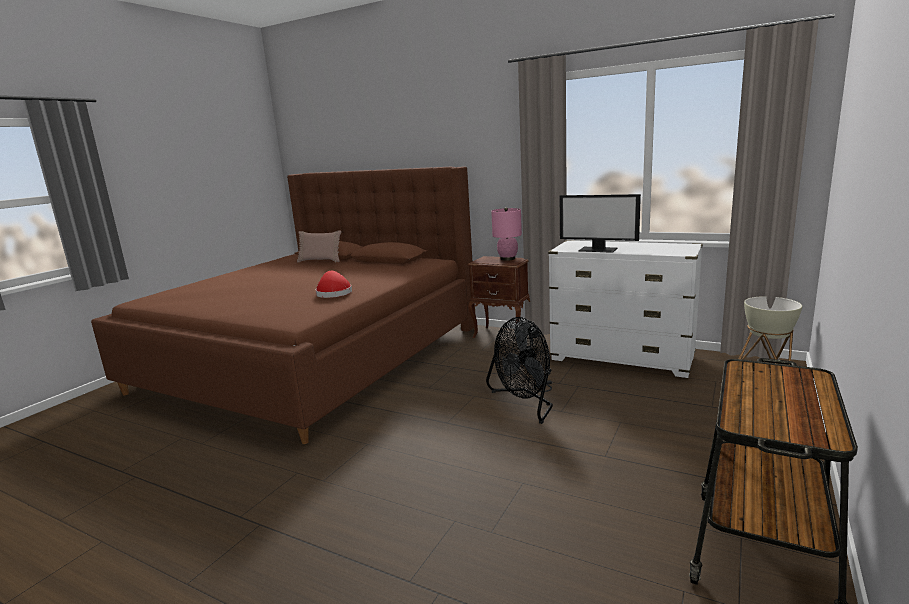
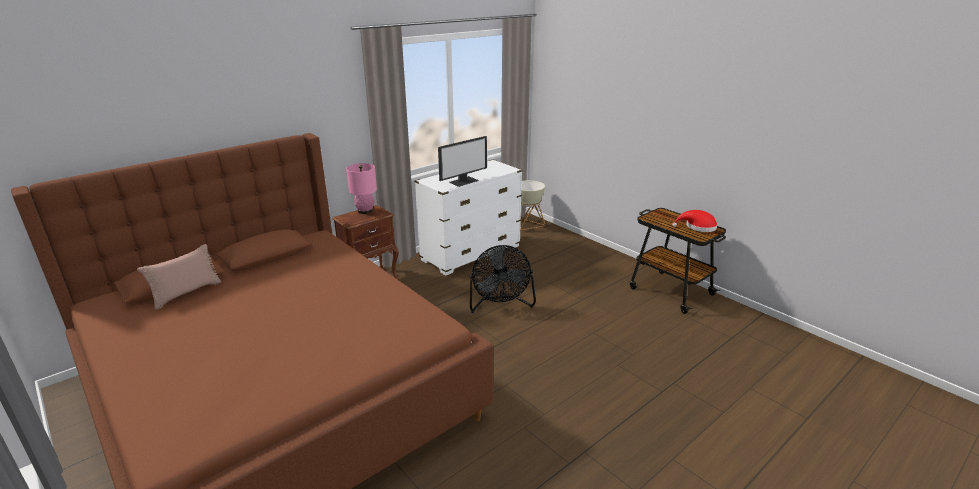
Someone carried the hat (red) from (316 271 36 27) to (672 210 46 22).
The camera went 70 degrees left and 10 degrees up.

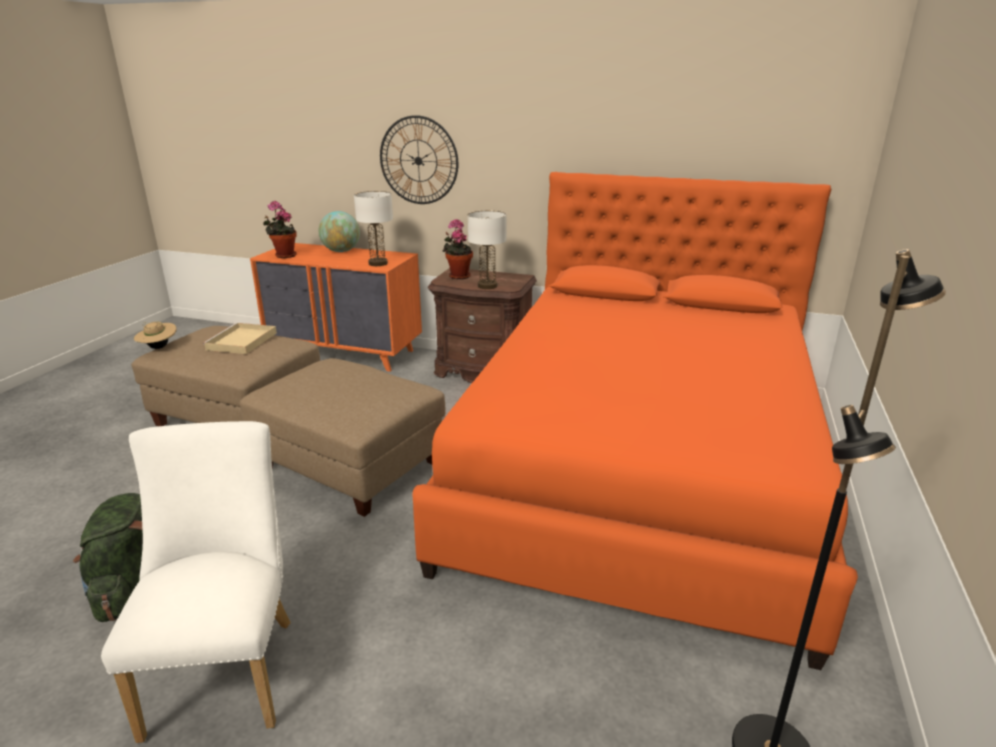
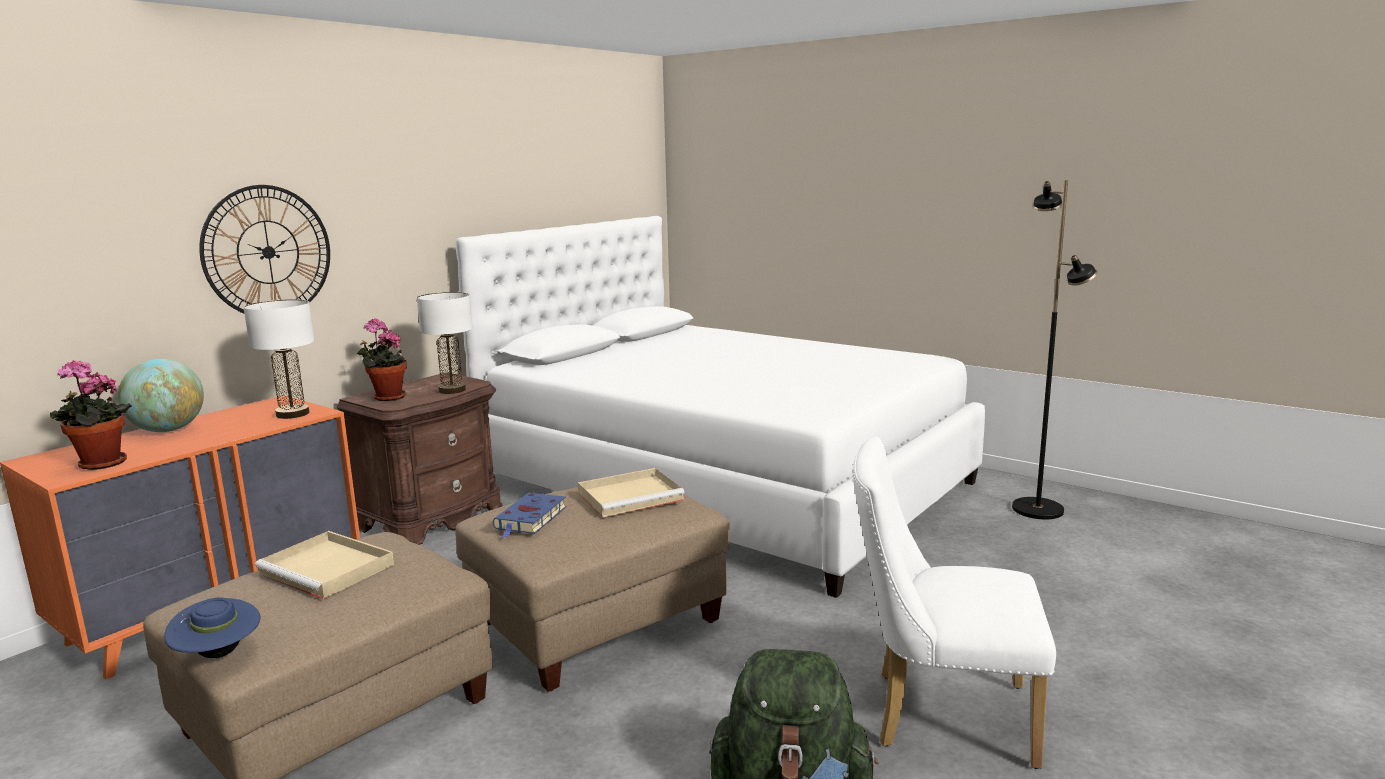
Someone repainted the bed (orange) at (412 172 446 498), which became the bed (white) at (455 216 530 382).
Someone repainted the hat (beige) at (134 322 43 27), which became the hat (blue) at (164 597 97 61).
Someone put down the tray (beige) at (578 468 107 49).
Someone put down the book (blue) at (493 493 73 45).
The camera went 70 degrees left and 10 degrees down.

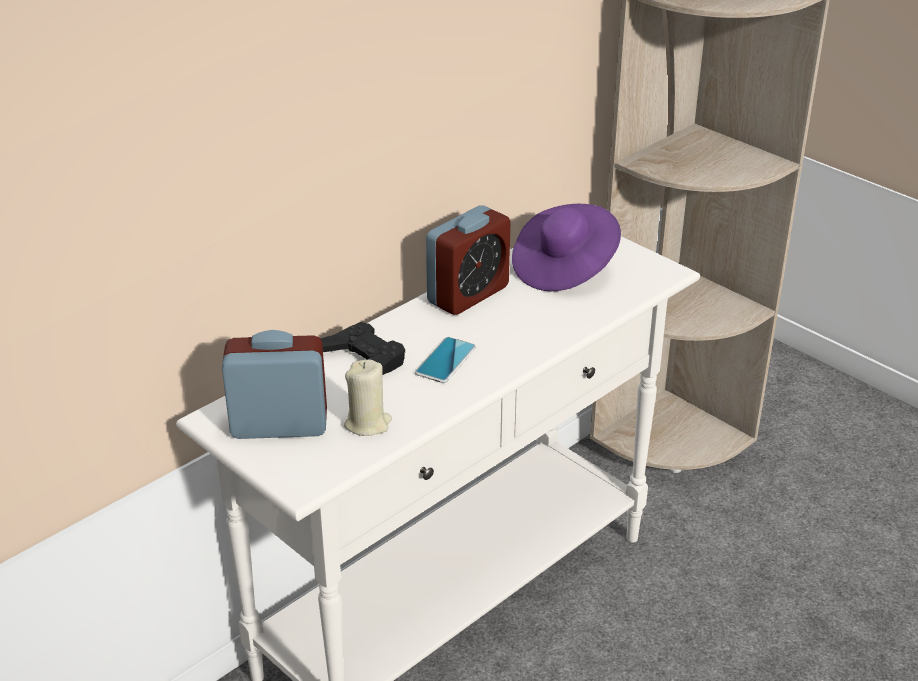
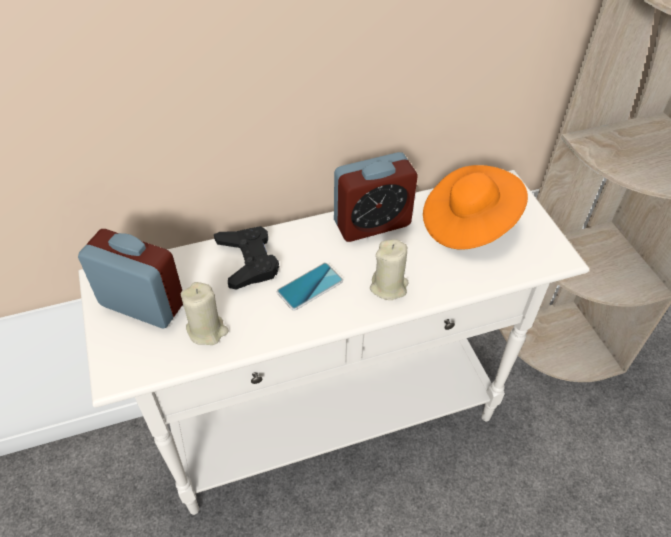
Someone repainted the hat (purple) at (512 204 109 87), which became the hat (orange) at (423 165 105 85).
Someone put down the candle (beige) at (370 239 39 61).
The camera went 25 degrees right and 15 degrees up.

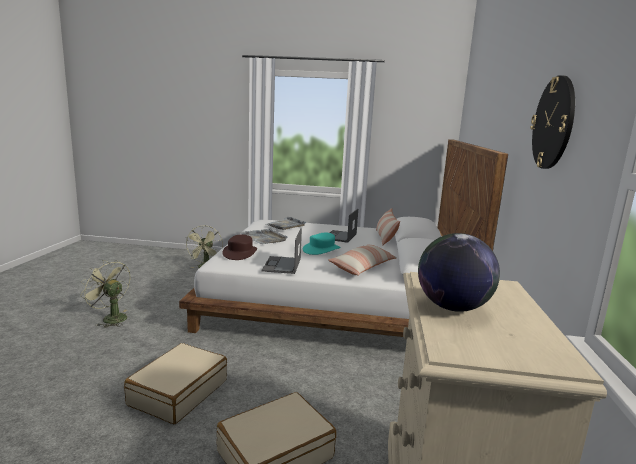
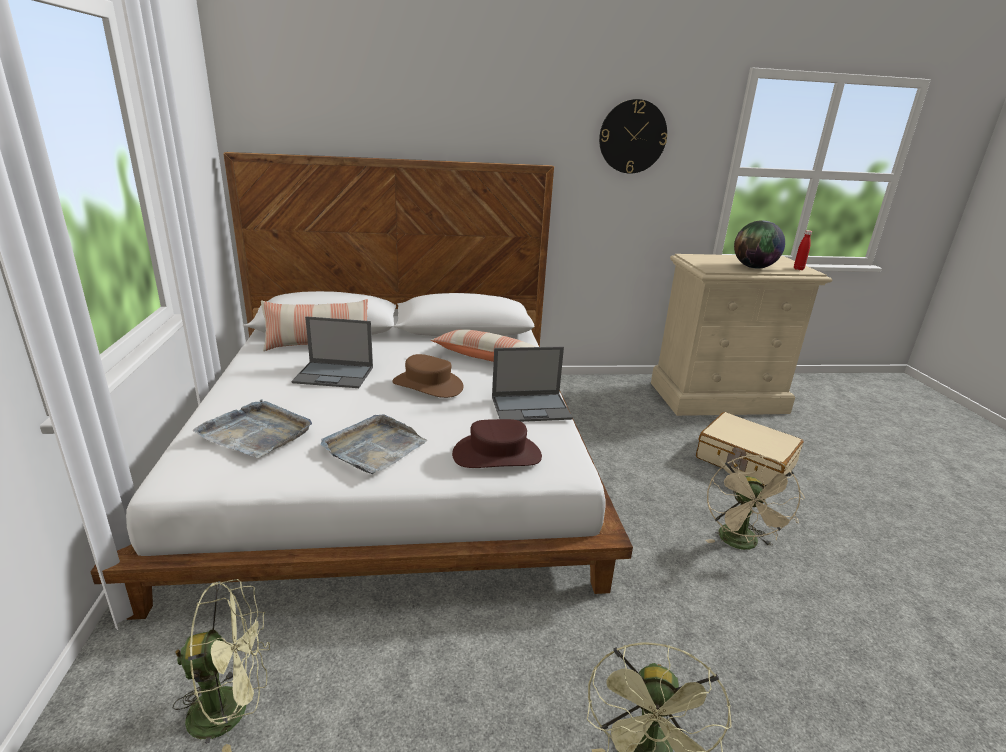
Someone repainted the hat (turquoise) at (303 232 38 23), which became the hat (brown) at (392 354 72 44).
Someone swapped the suitcase (beige) at (124 343 103 81) for the fan (beige) at (706 455 99 95).
Someone put down the bottle (red) at (794 230 18 40).
The camera went 105 degrees left and 10 degrees up.

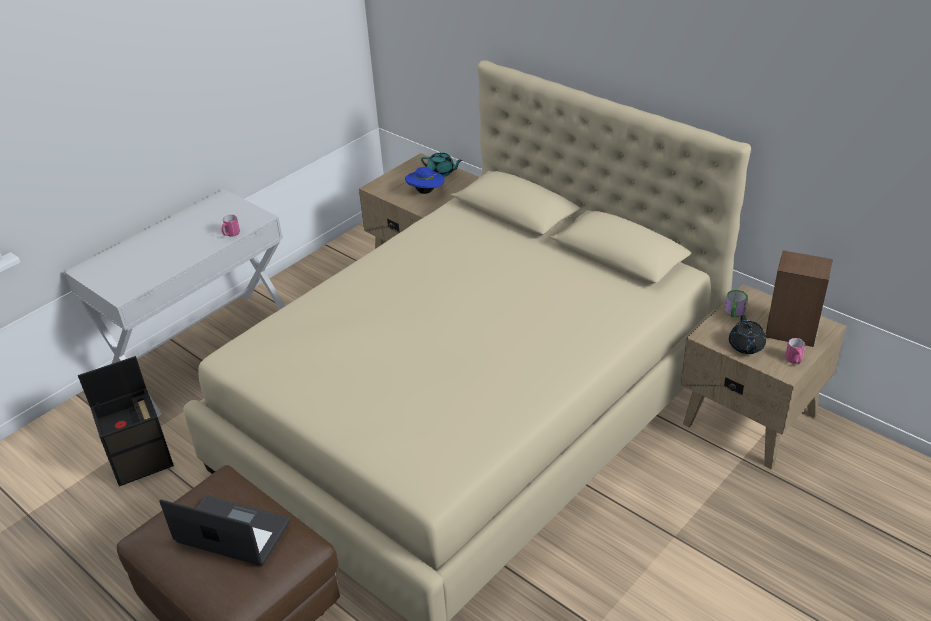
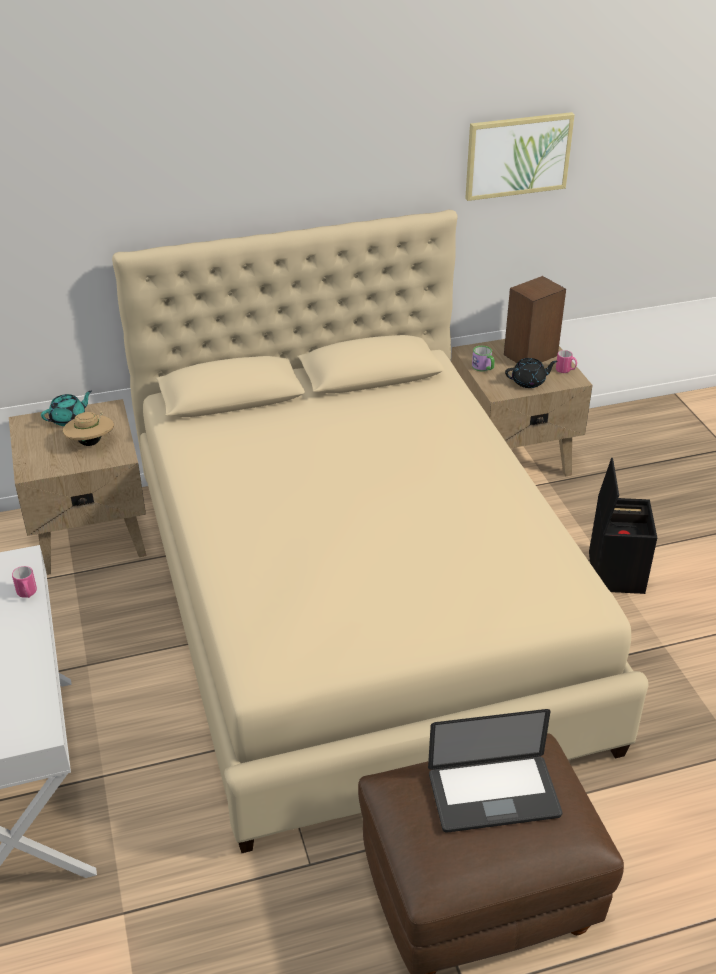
Someone repainted the hat (blue) at (405 167 40 27), which became the hat (beige) at (63 412 51 34).
Someone rotated the teapot (black) at (729 315 37 39) by 45 degrees counterclockwise.
Someone carried the storage box (black) from (78 356 96 130) to (589 458 68 136).
Someone rotated the laptop at (159 496 131 70) by 150 degrees counterclockwise.
Someone put up the picture at (465 112 110 89).
The camera went 60 degrees left and 0 degrees up.

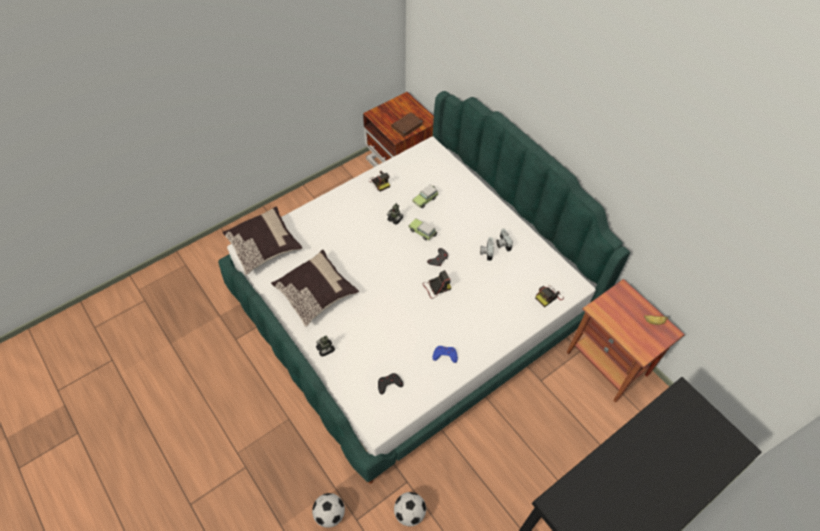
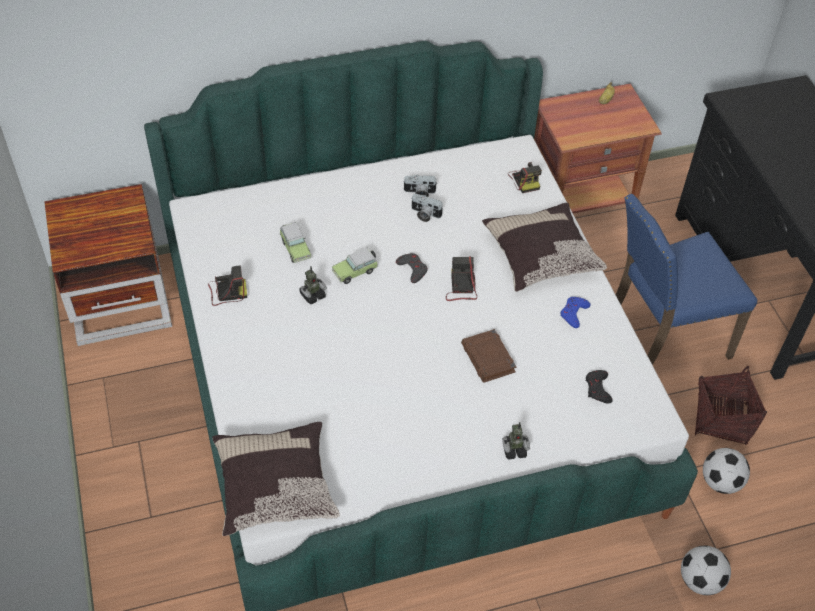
Someone carried the book (brown) from (391 112 32 25) to (461 329 55 54).
Someone carried the pillow from (271 250 88 77) to (482 203 125 89).
Someone put down the chair (blue) at (616 194 141 171).
Someone put down the basket at (695 366 72 79).
The camera went 70 degrees left and 5 degrees down.

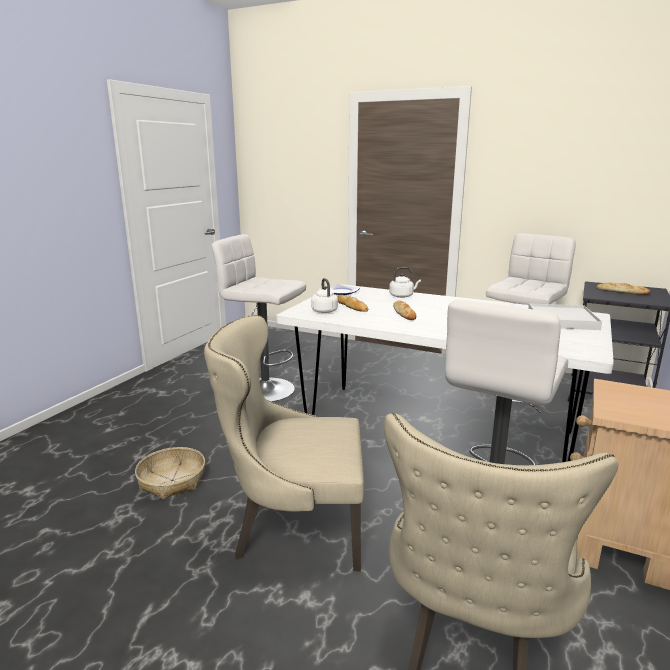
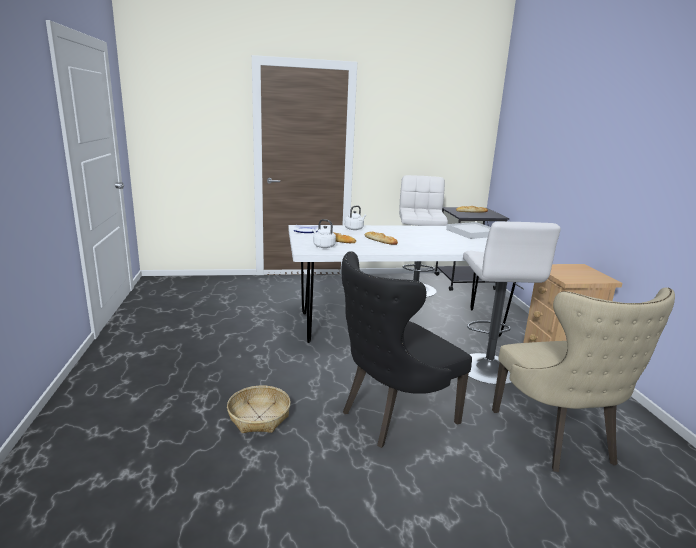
Someone took away the stool (white) at (212 234 94 168).
Someone repainted the chair (beige) at (204 315 161 256), which became the chair (black) at (341 251 131 197).
The camera went 35 degrees left and 0 degrees up.

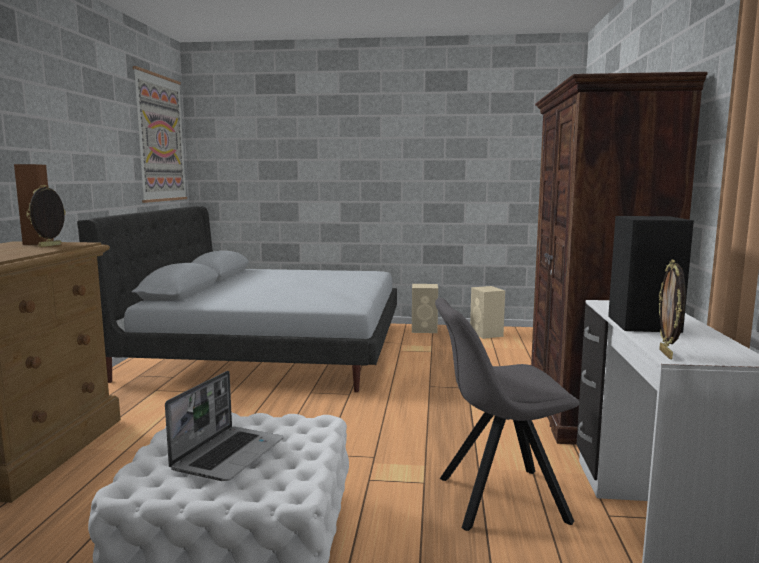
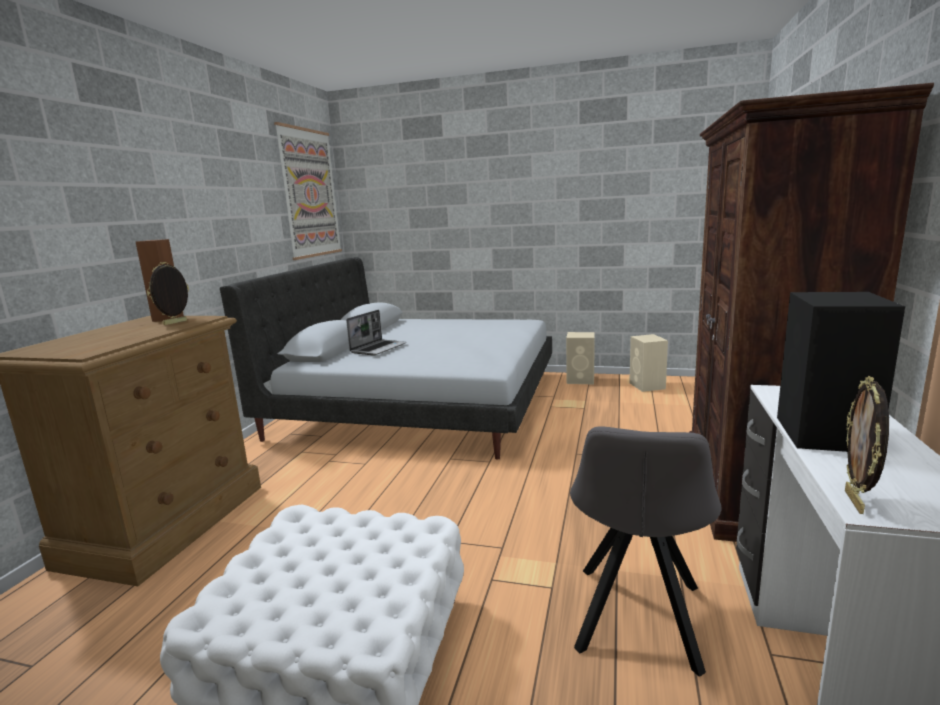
Someone rotated the chair (grey) at (435 298 144 233) by 75 degrees counterclockwise.
Someone carried the laptop from (165 371 119 110) to (346 310 61 46).
The camera went 10 degrees right and 5 degrees up.

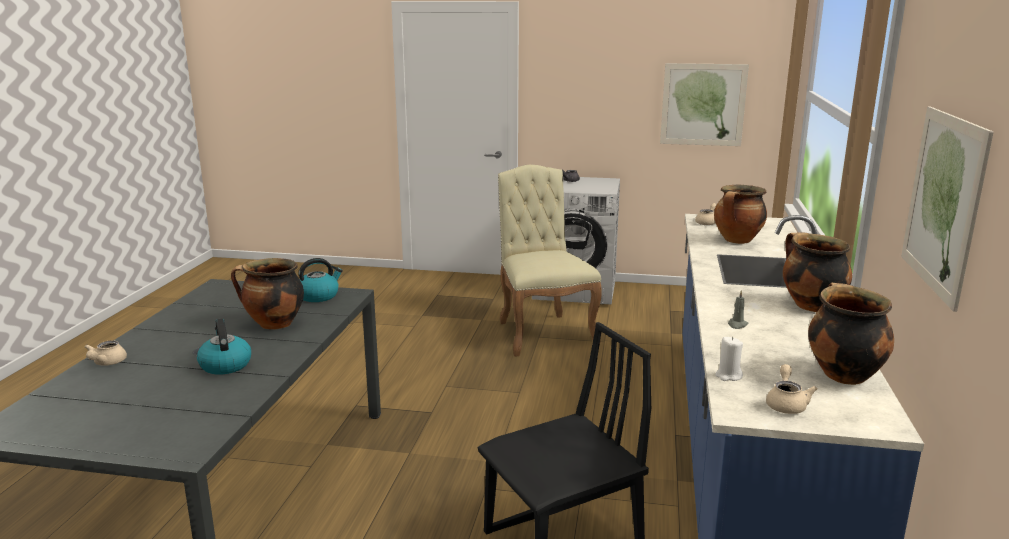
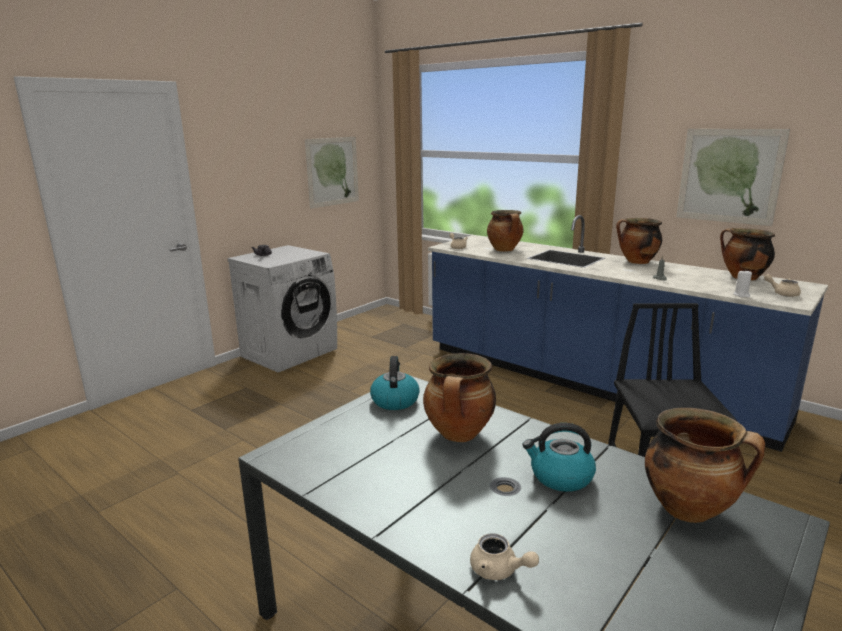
Someone took away the chair (beige) at (498 165 104 192).
Someone put down the cooking pot at (645 408 120 115).
The camera went 60 degrees left and 0 degrees up.

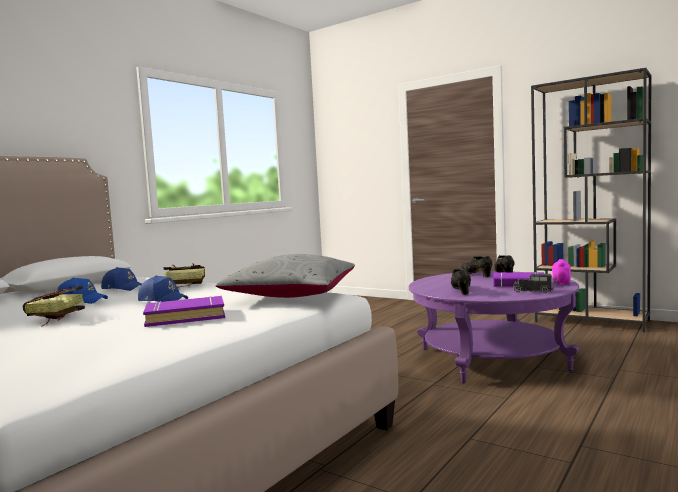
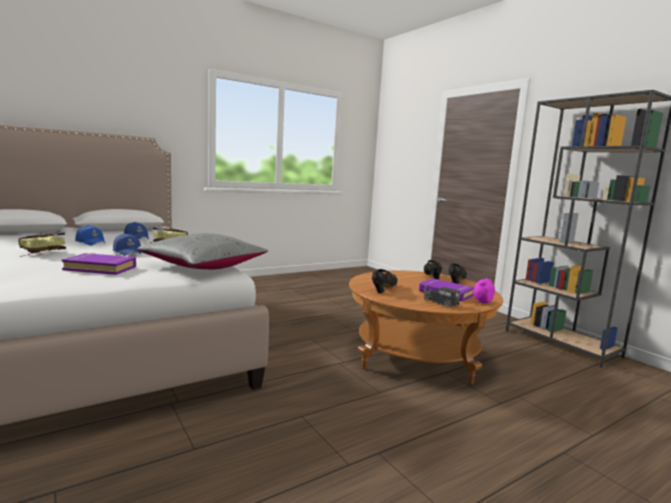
Someone repainted the coffee table (purple) at (409 271 170 112), which became the coffee table (brown) at (349 270 154 115).
The camera went 20 degrees right and 5 degrees up.

